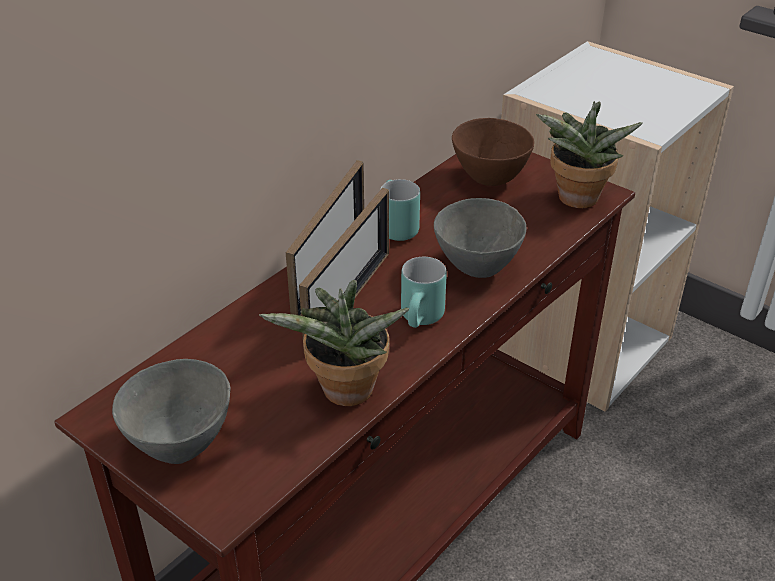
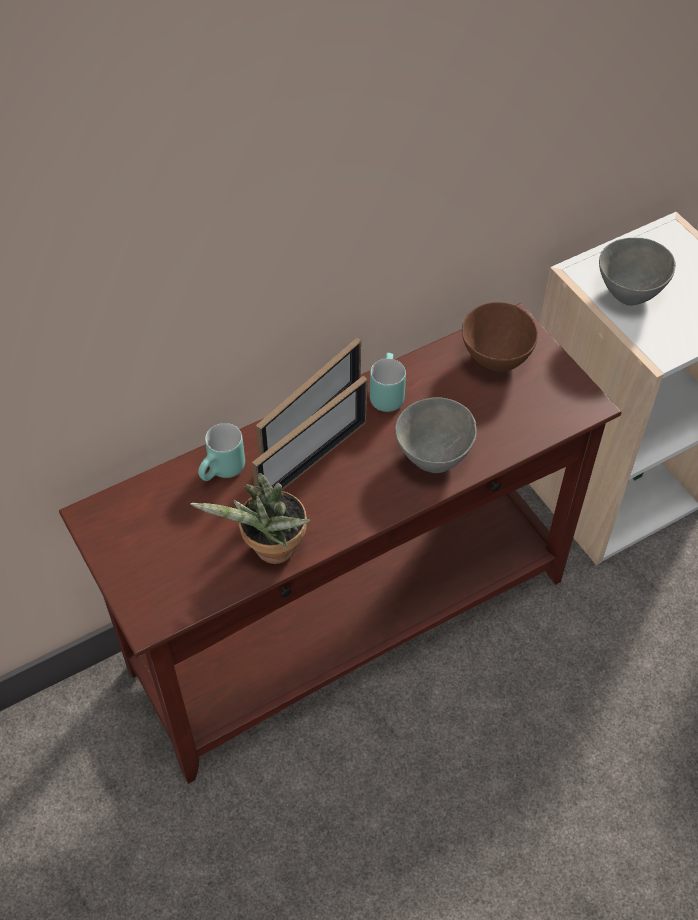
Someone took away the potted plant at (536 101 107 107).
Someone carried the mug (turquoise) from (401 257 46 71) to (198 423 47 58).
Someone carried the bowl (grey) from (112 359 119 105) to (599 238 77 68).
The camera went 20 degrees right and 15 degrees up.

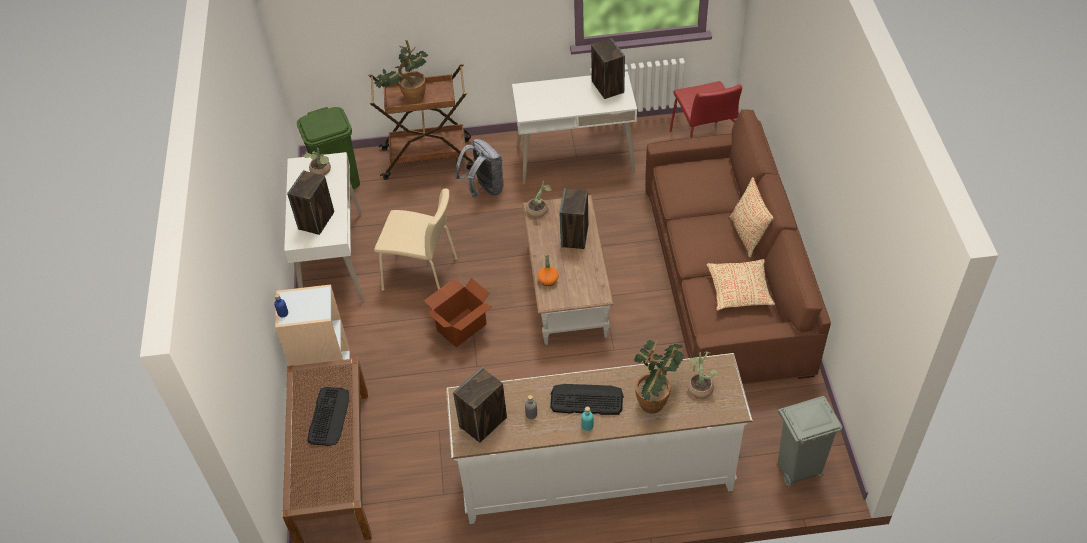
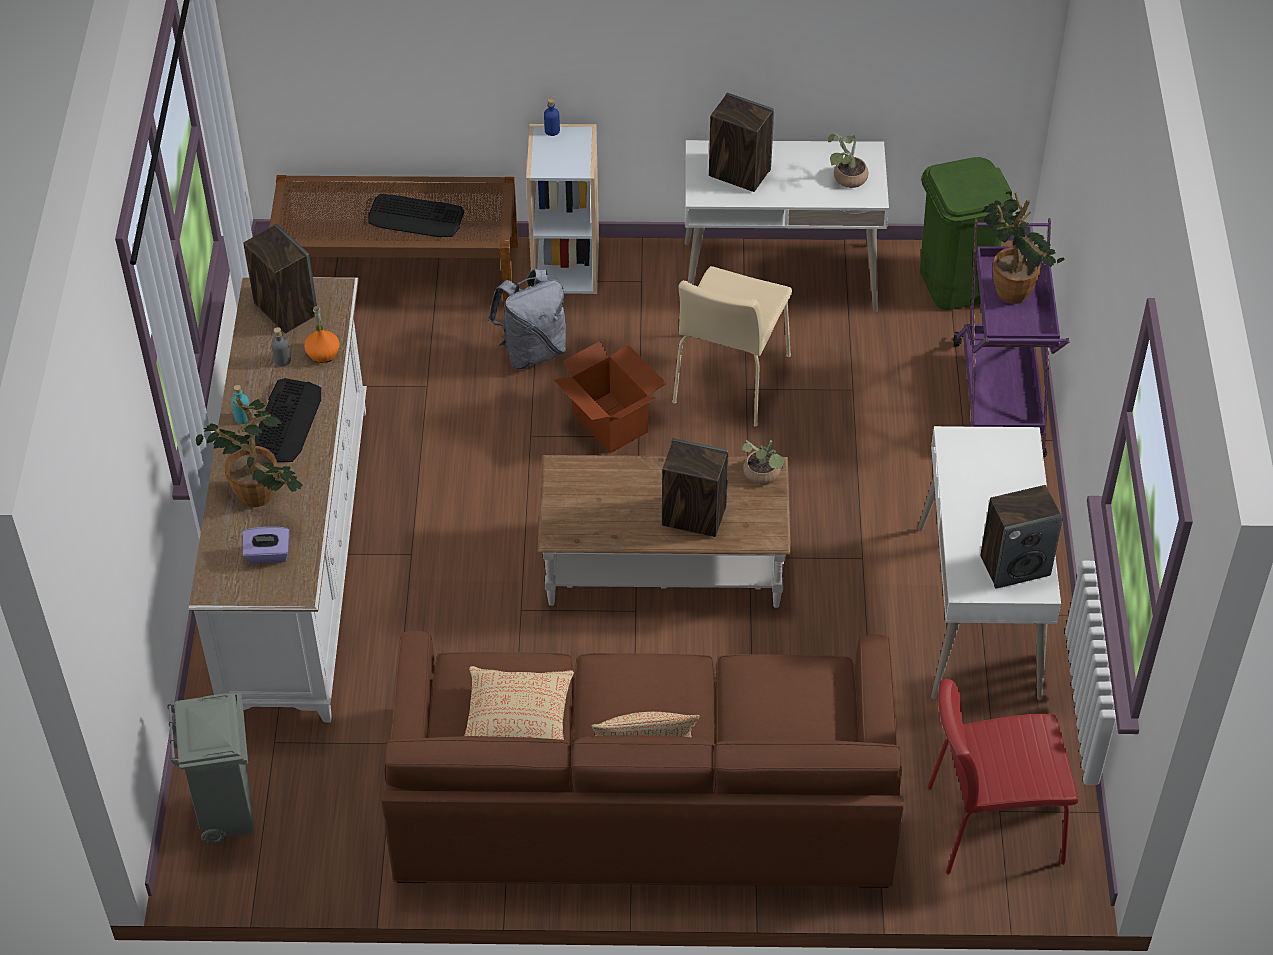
Someone repainted the cart (brown) at (368 64 106 116), which became the cart (purple) at (953 218 116 240).
Someone carried the backpack (grey) from (455 139 49 59) to (489 269 77 100).
Someone carried the bottle (orange) from (538 253 21 33) to (304 306 36 57).
Someone swapped the potted plant at (687 351 31 48) for the tissue box (purple) at (243 527 46 36).
The camera went 95 degrees right and 0 degrees up.

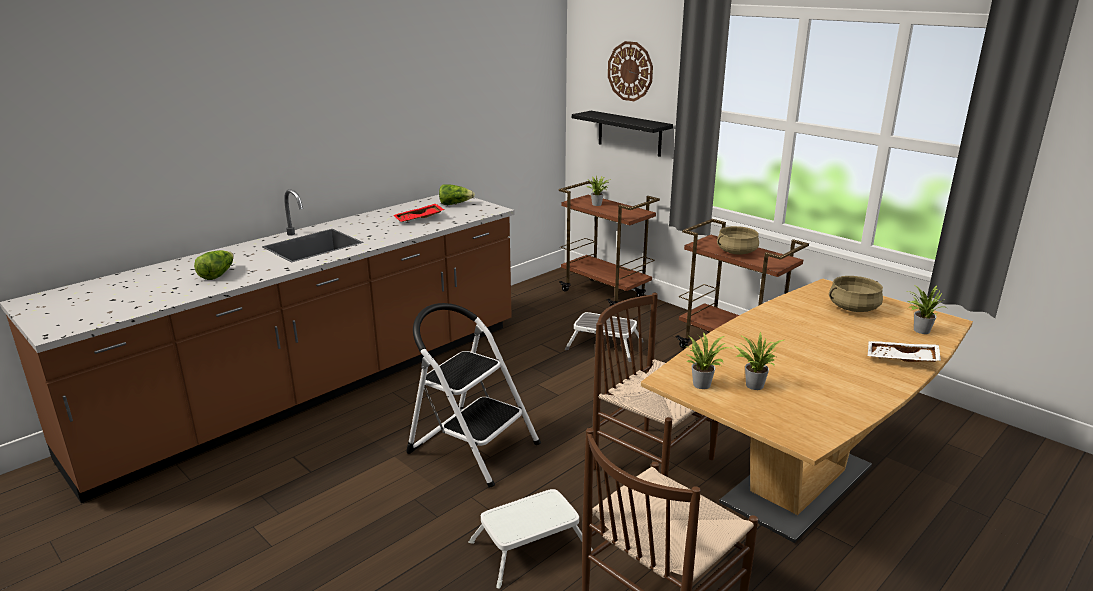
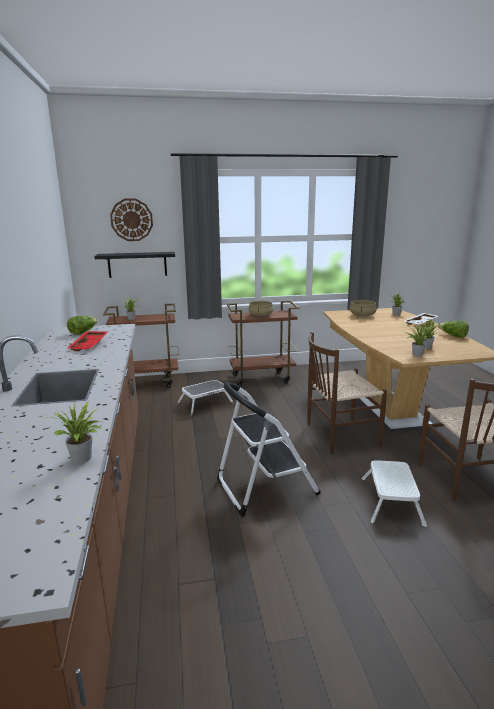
Someone carried the lettuce from (194 250 40 30) to (438 321 31 17).
Someone put down the potted plant at (44 401 58 63).
The camera went 55 degrees left and 5 degrees down.

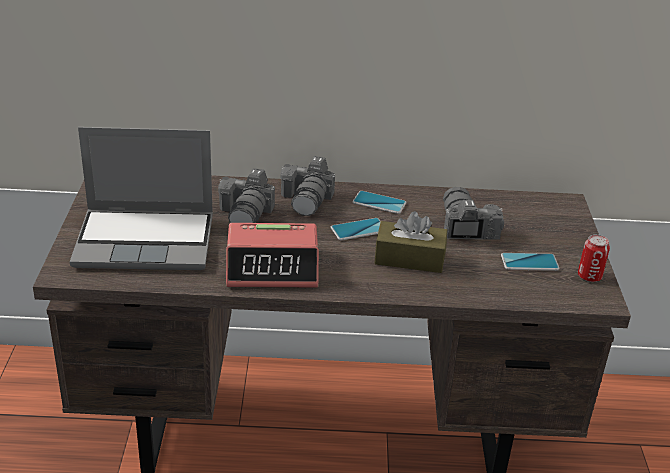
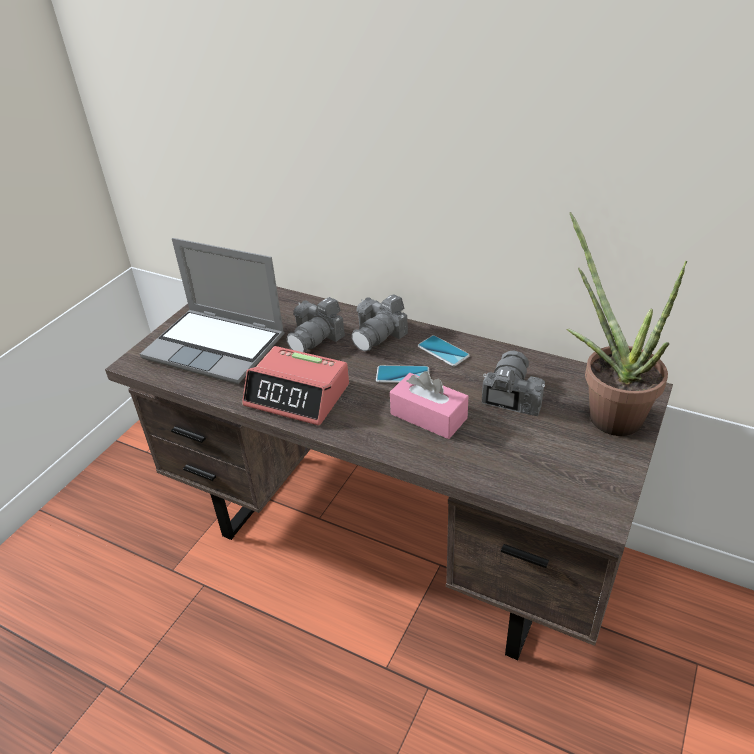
Someone repainted the tissue box (brown) at (374 211 73 62), which became the tissue box (pink) at (390 371 78 68).
Someone took away the can at (578 234 32 48).
Someone took away the phone at (501 253 58 18).
Someone put down the potted plant at (567 212 120 224).
The camera went 30 degrees right and 5 degrees up.

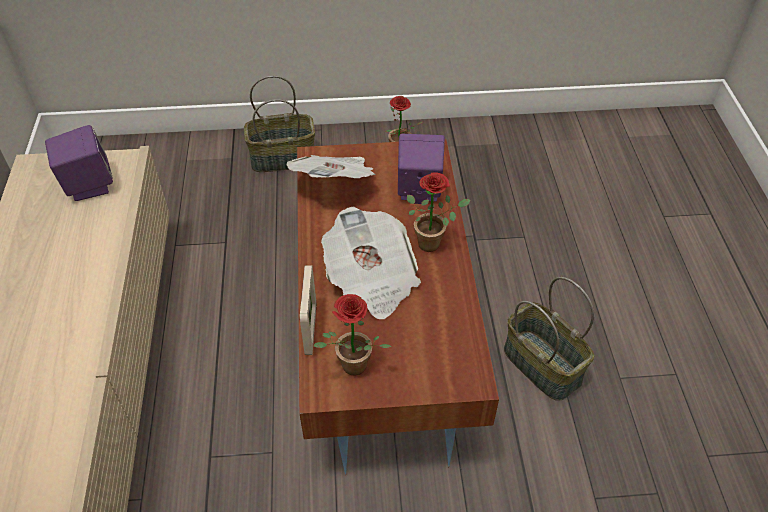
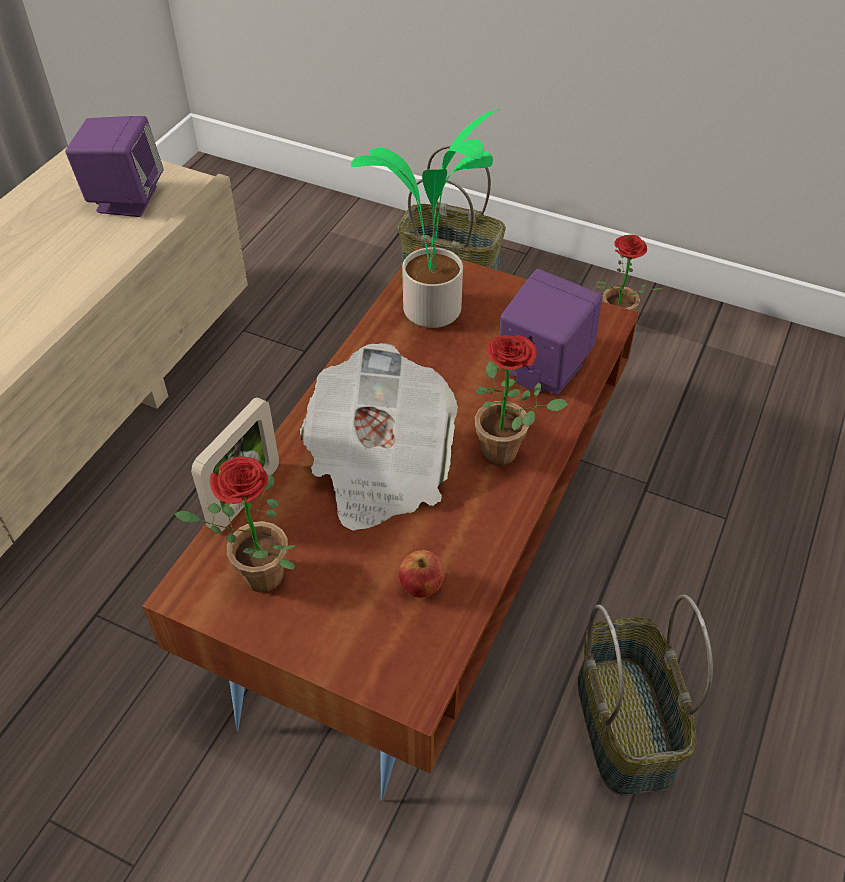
Someone swapped the newspaper at (287 155 88 23) for the potted plant at (351 109 149 219).
Someone put down the apple at (399 550 45 48).
The camera went 30 degrees right and 0 degrees up.

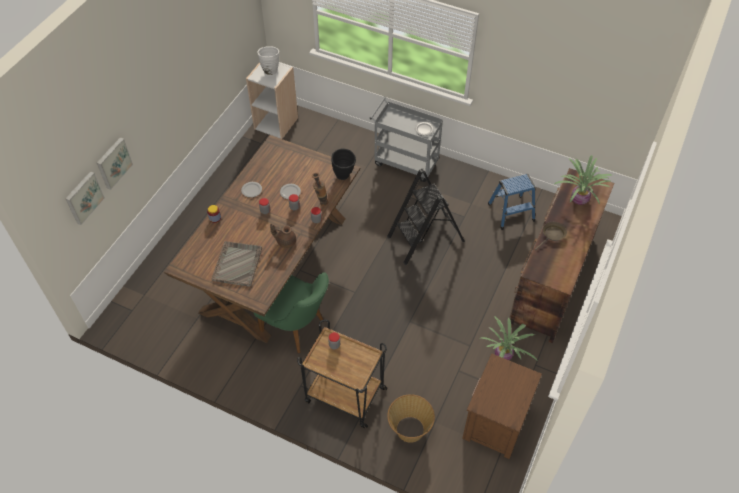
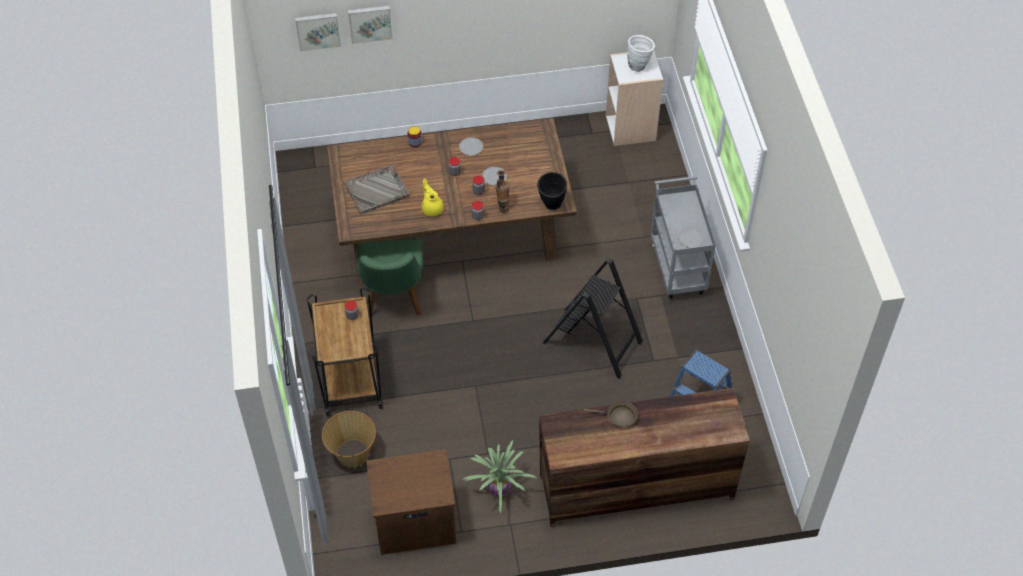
Someone took away the potted plant at (554 155 58 50).
Someone repainted the teapot (brown) at (270 224 26 24), which became the teapot (yellow) at (421 179 23 38).
The camera went 55 degrees right and 0 degrees up.

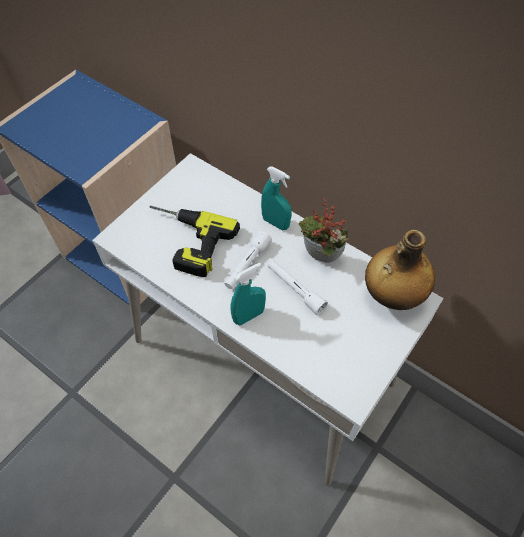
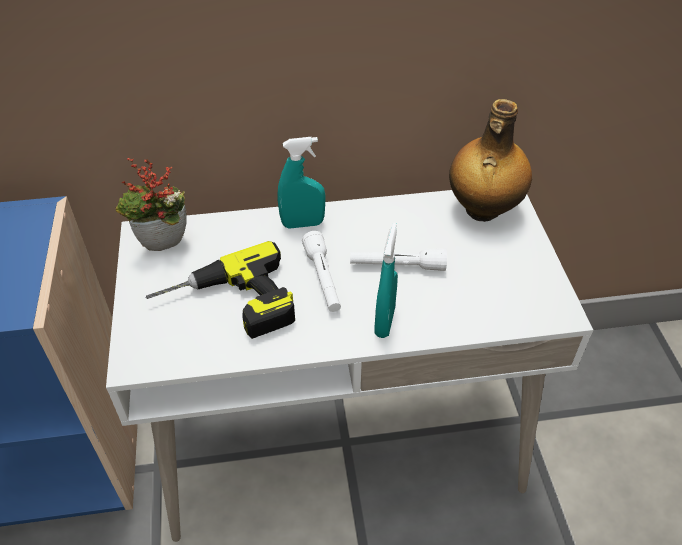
Someone carried the potted plant from (299 198 50 65) to (116 158 71 93).
The camera went 45 degrees left and 10 degrees down.

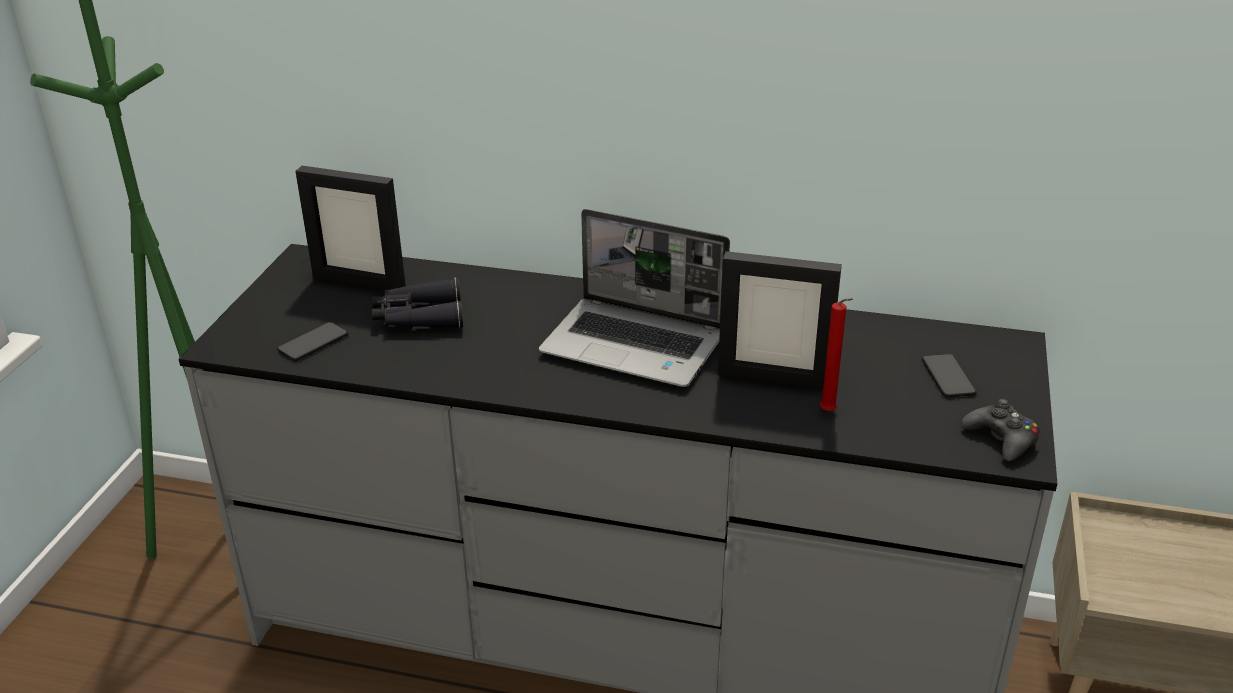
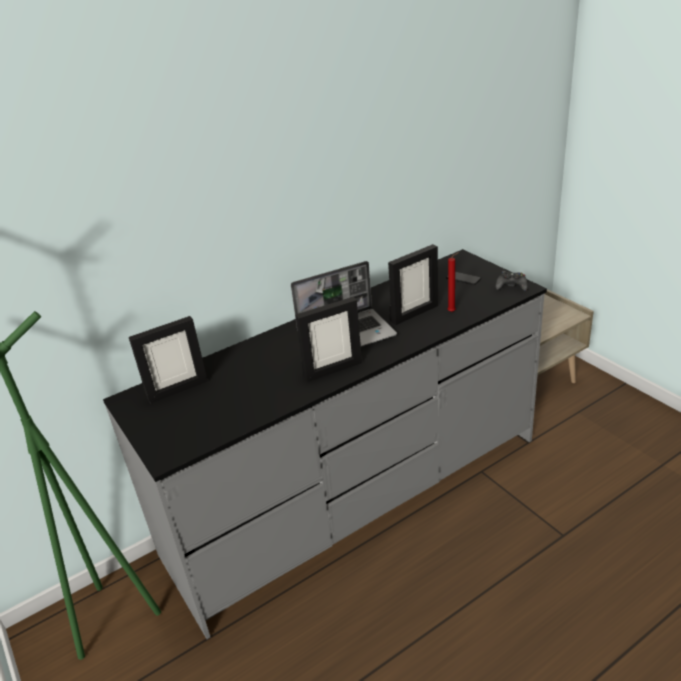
Someone took away the binoculars (black) at (372 277 91 51).
Someone took away the phone at (277 322 71 39).
Someone put down the picture frame at (295 297 67 85).
The camera went 45 degrees left and 0 degrees up.

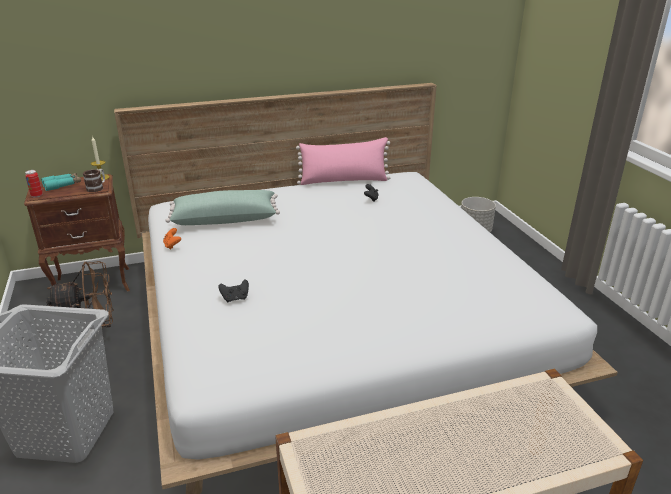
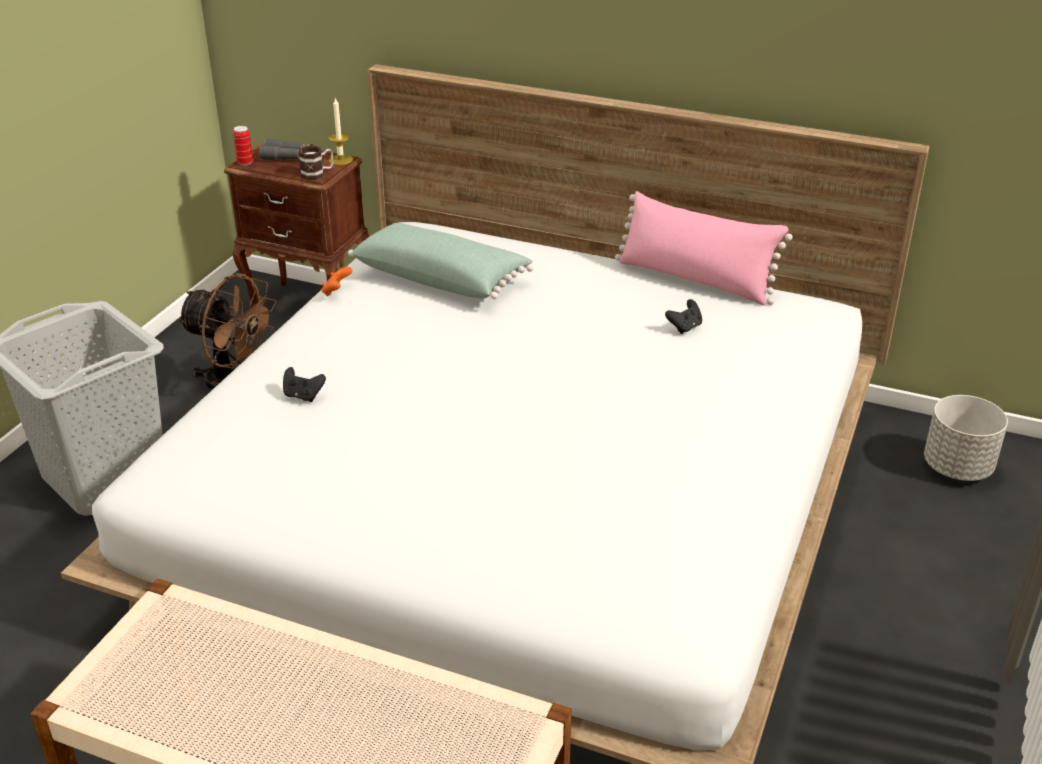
Someone repainted the binoculars (turquoise) at (41 173 40 18), which became the binoculars (grey) at (259 139 55 21).
The camera went 40 degrees right and 5 degrees up.

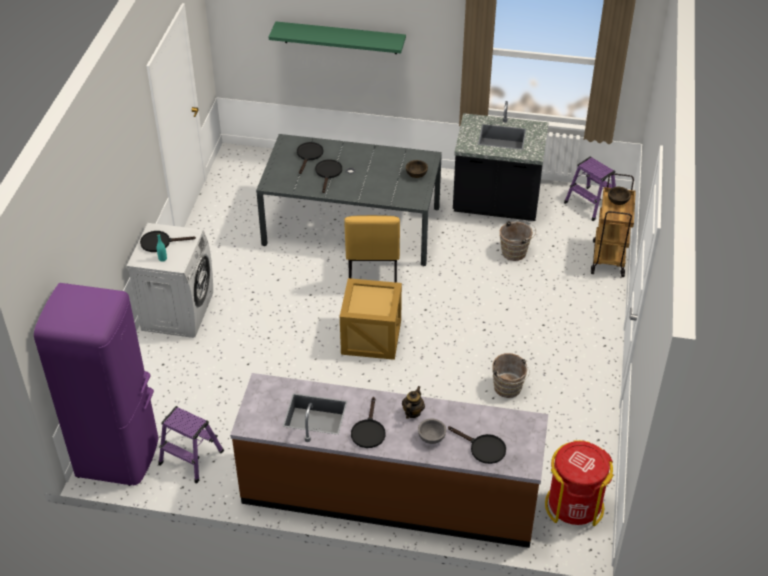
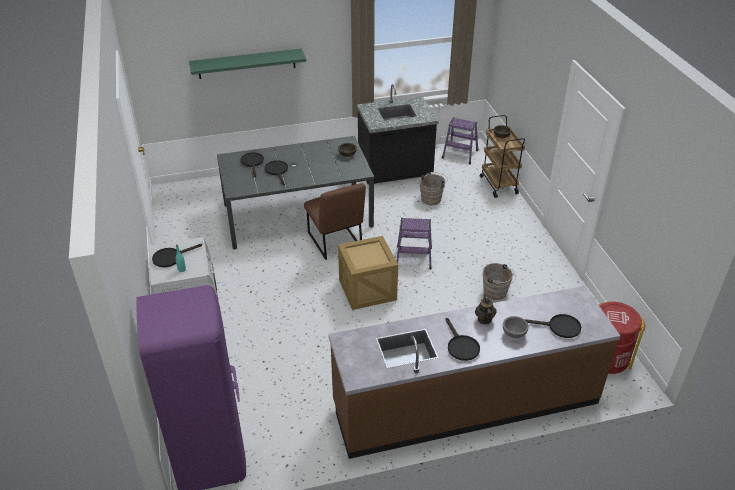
Someone repainted the chair (yellow) at (344 215 56 68), which became the chair (brown) at (304 183 62 77).
Someone carried the step ladder (purple) from (158 406 66 78) to (396 218 36 52).
The camera went 25 degrees left and 5 degrees down.

